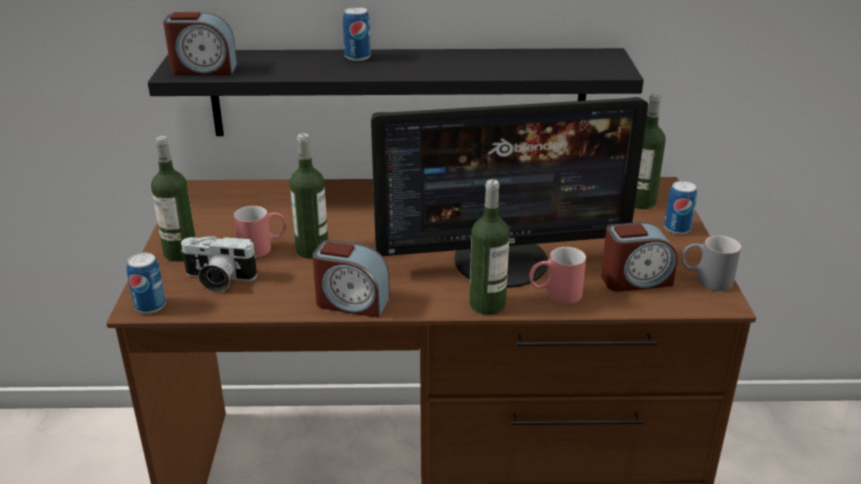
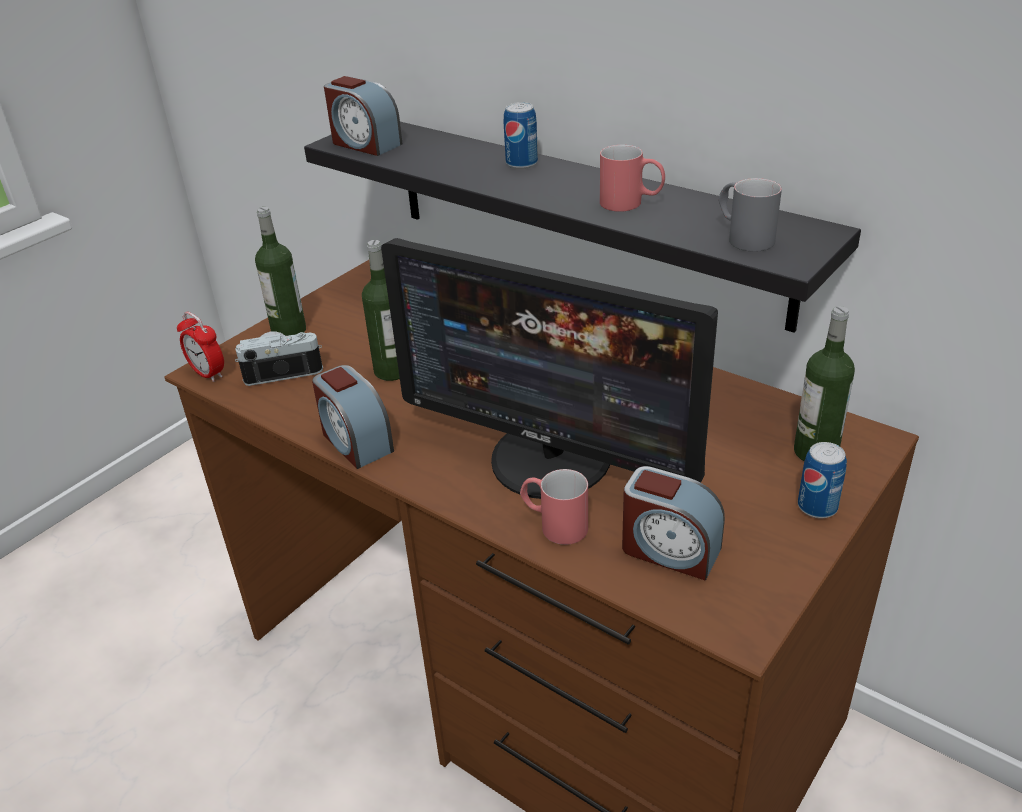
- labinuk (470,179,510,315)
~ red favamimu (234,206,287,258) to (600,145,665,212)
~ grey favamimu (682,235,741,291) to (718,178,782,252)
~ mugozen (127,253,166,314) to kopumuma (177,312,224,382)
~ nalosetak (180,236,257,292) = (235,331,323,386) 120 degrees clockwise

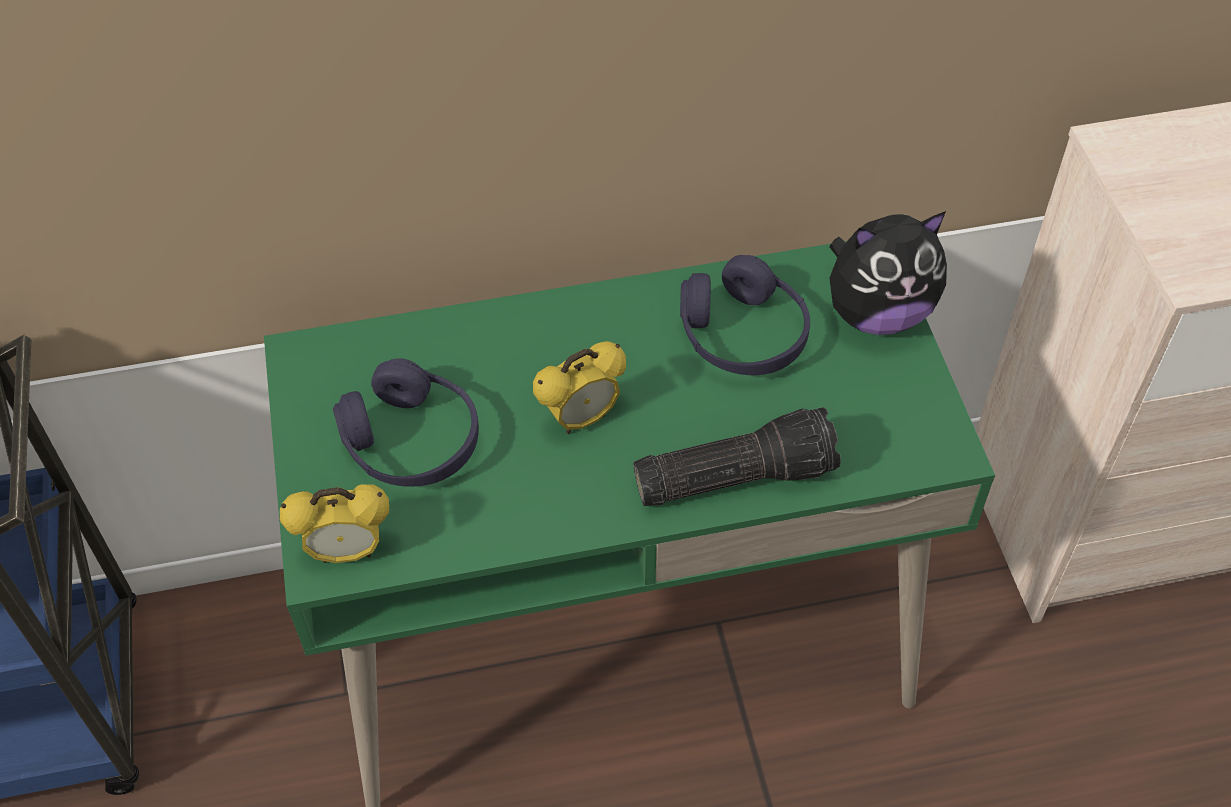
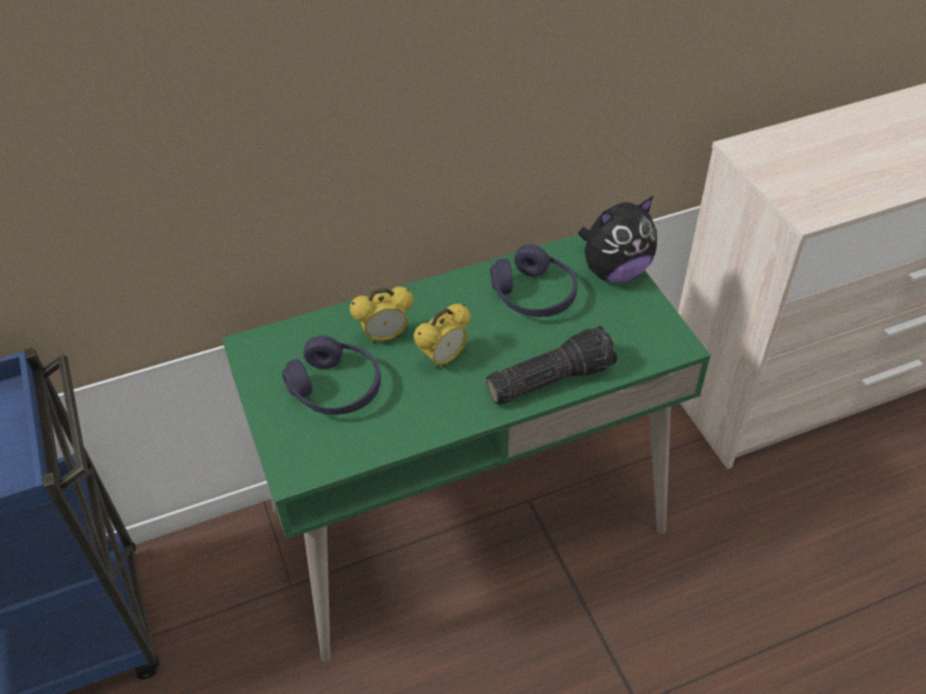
~ kopumuma (280,484,389,563) to (350,287,414,344)

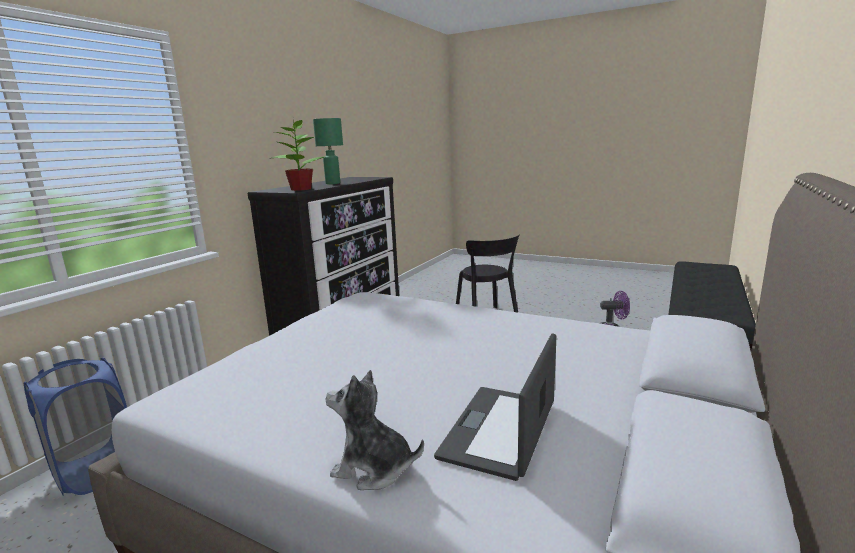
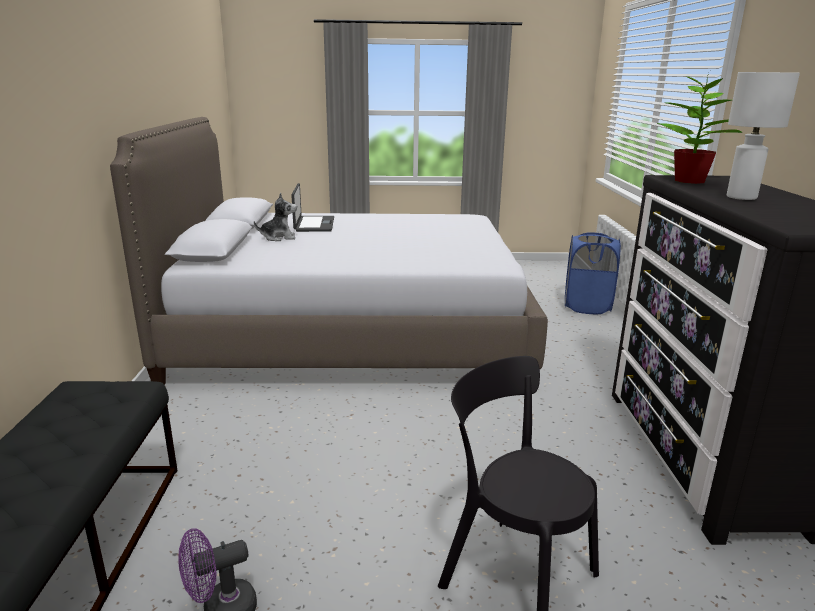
~ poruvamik (326,370,424,490) to (254,193,297,241)
~ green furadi (313,118,343,184) to white furadi (727,72,800,200)

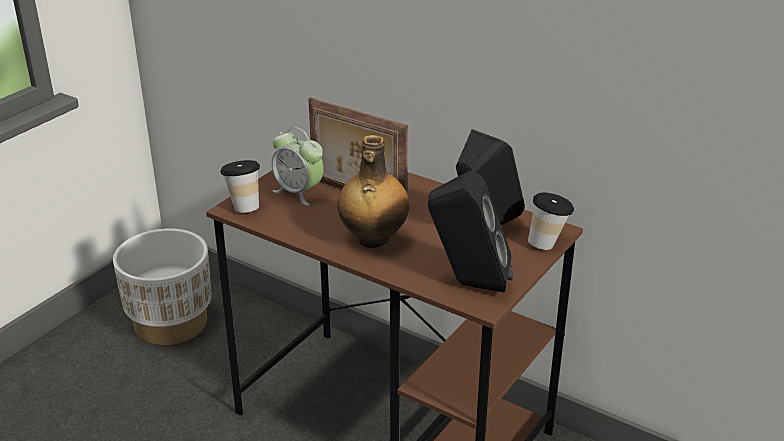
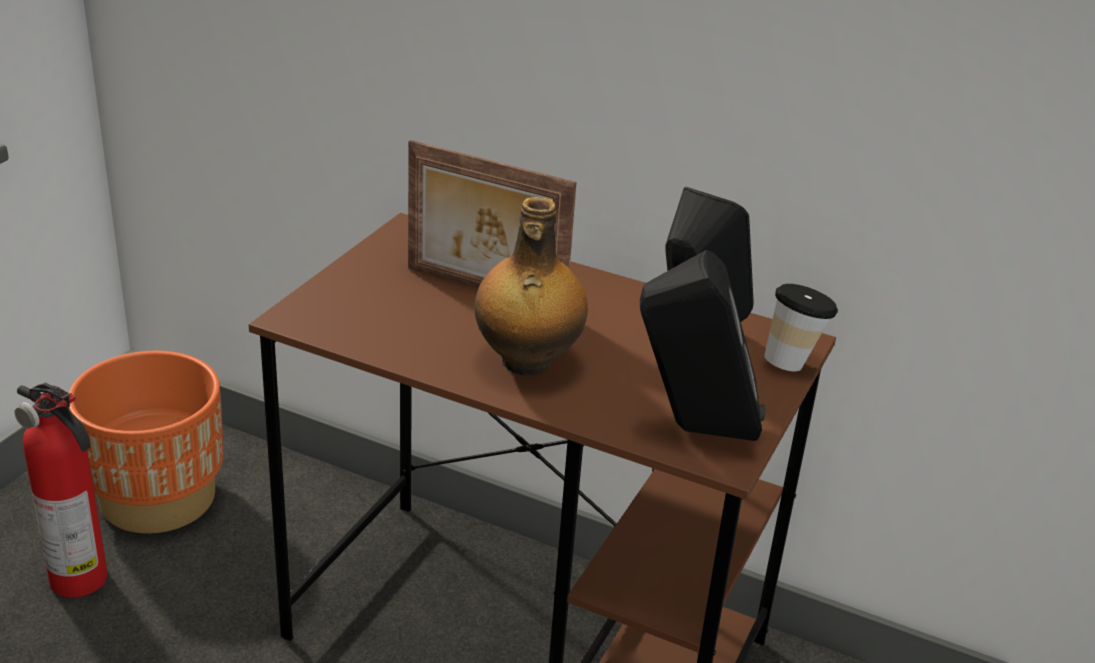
- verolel (220,160,260,213)
- kopumuma (272,127,324,206)
+ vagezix (15,383,108,598)
~ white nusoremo (113,229,212,345) to orange nusoremo (69,351,223,534)

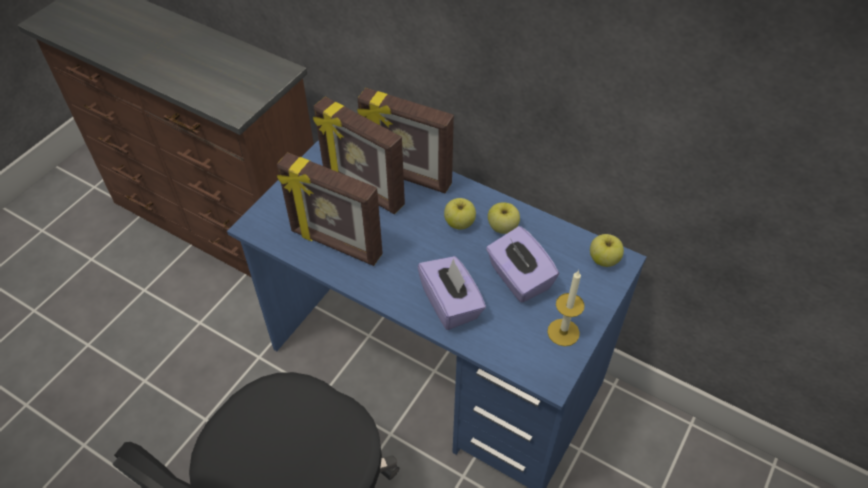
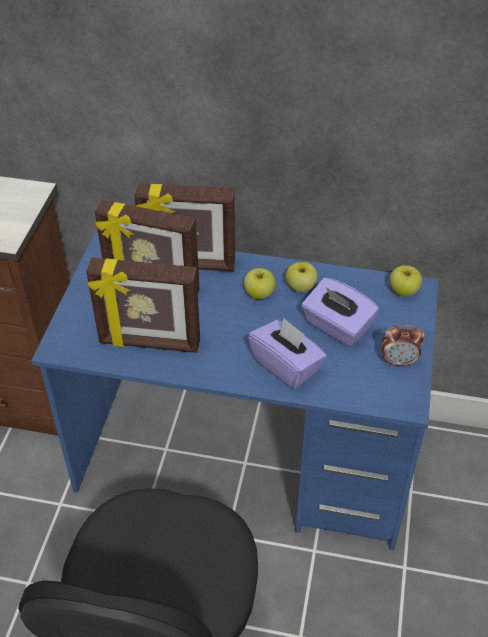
~ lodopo (547,270,585,346) to kopumuma (382,325,425,366)

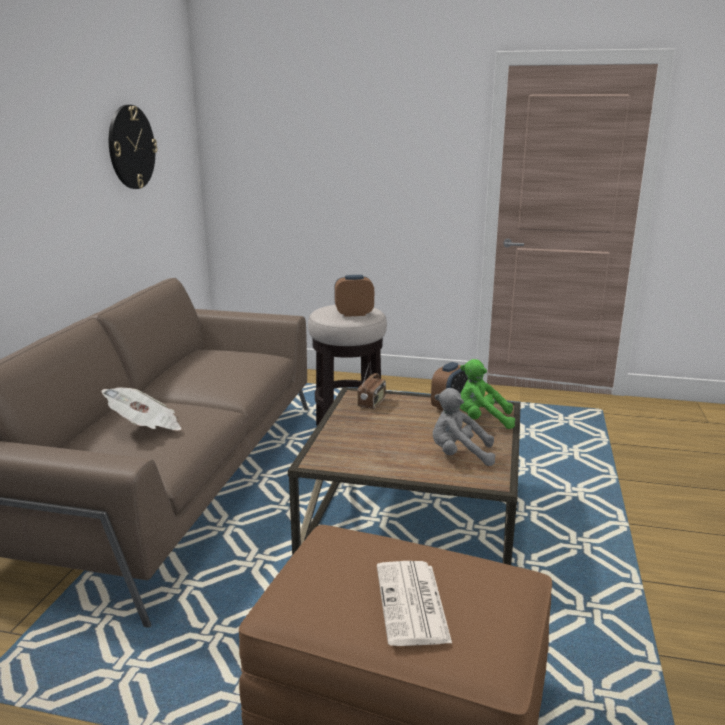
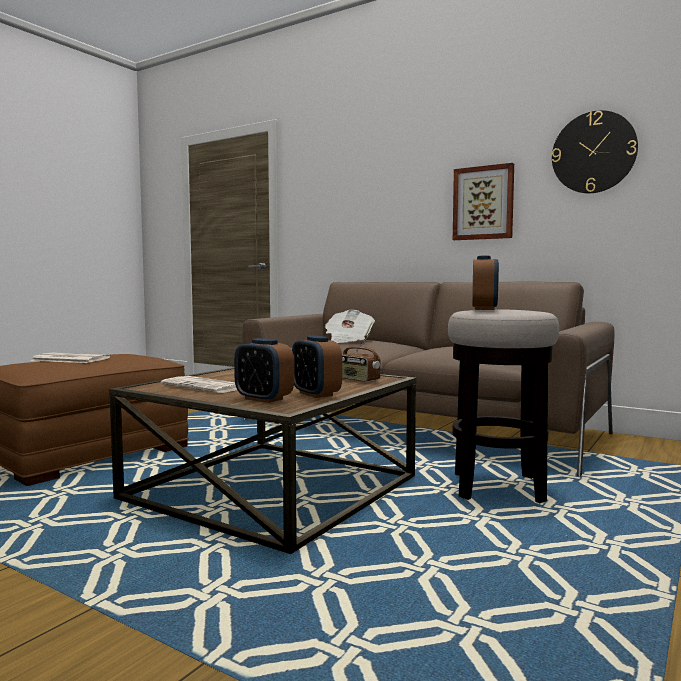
+ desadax (453,163,514,240)
~ grey poruvamik (433,388,495,466) to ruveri (161,376,237,393)
~ green poruvamik (460,359,515,429) to kopumuma (234,338,294,403)

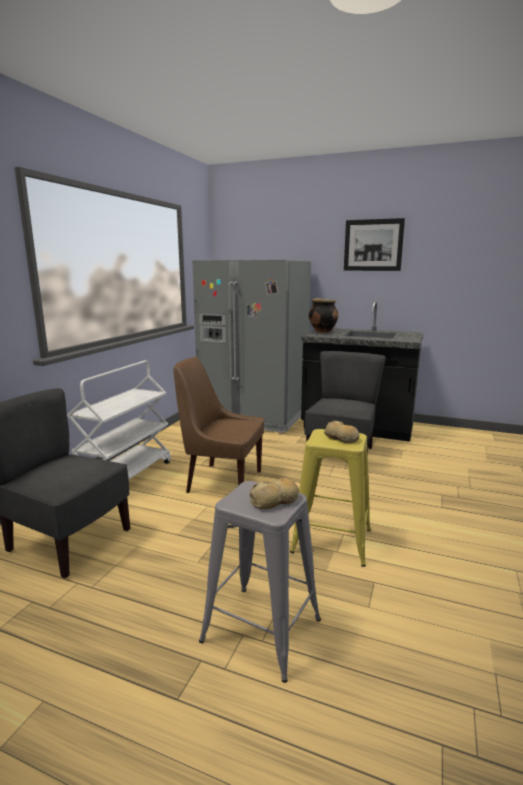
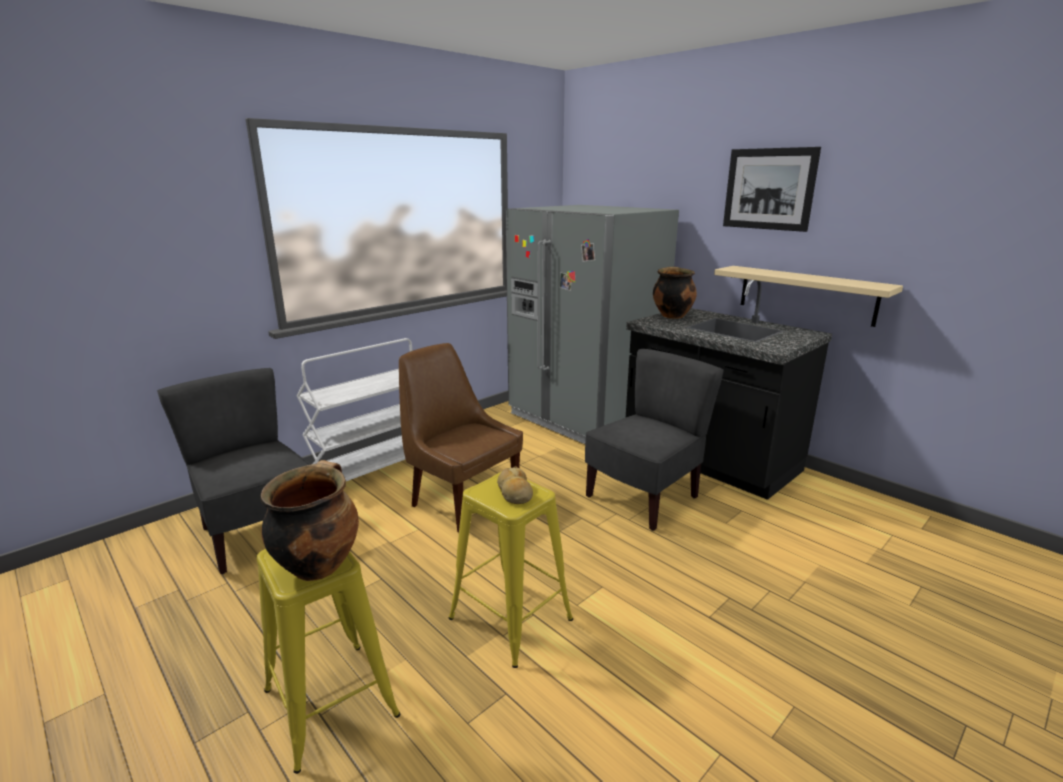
+ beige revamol (714,266,903,327)
~ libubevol (250,478,299,509) to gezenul (260,460,359,581)
~ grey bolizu (199,481,321,683) to yellow bolizu (257,549,400,774)

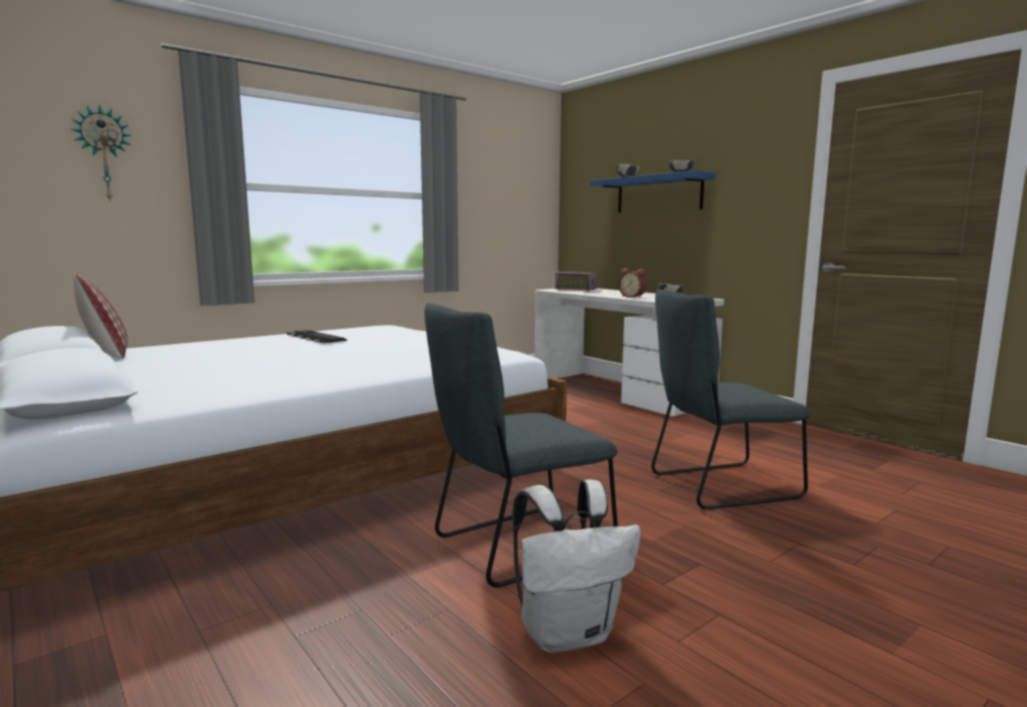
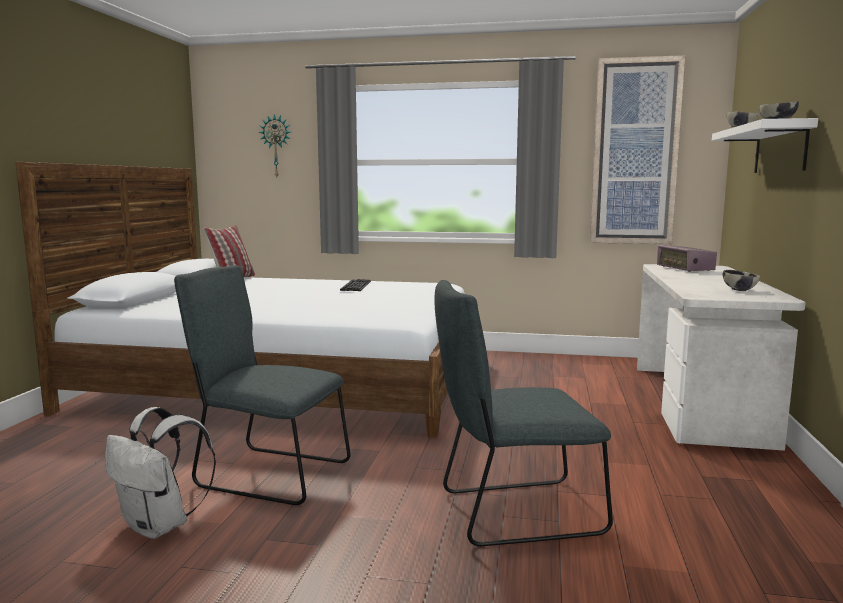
- kopumuma (619,268,647,298)
+ desadax (590,55,685,244)
~ blue revamol (590,170,716,213) to white revamol (712,118,818,173)
~ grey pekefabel (651,289,811,509) = (434,280,613,546) 45 degrees counterclockwise

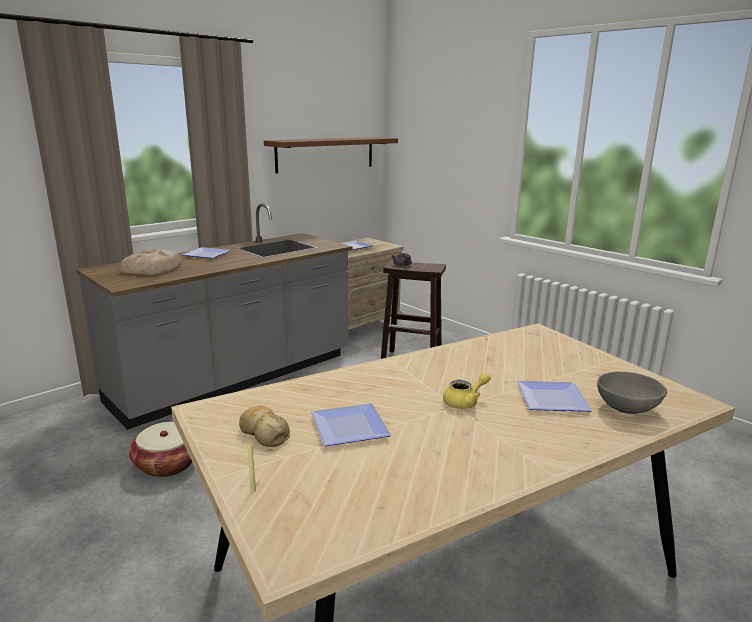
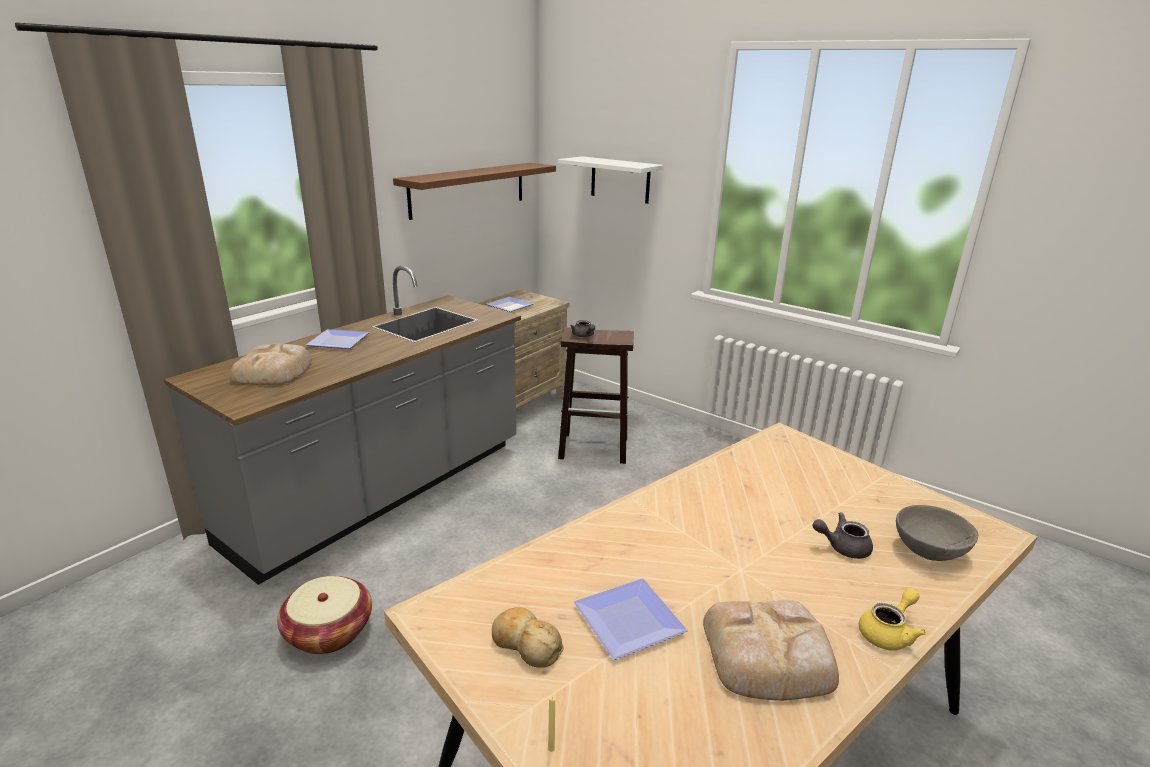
+ white revamol (558,156,664,204)
+ libubevol (703,600,839,701)
~ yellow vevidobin (443,372,491,409) to (859,588,926,651)
~ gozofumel (517,381,593,412) to grey vevidobin (813,512,873,559)

